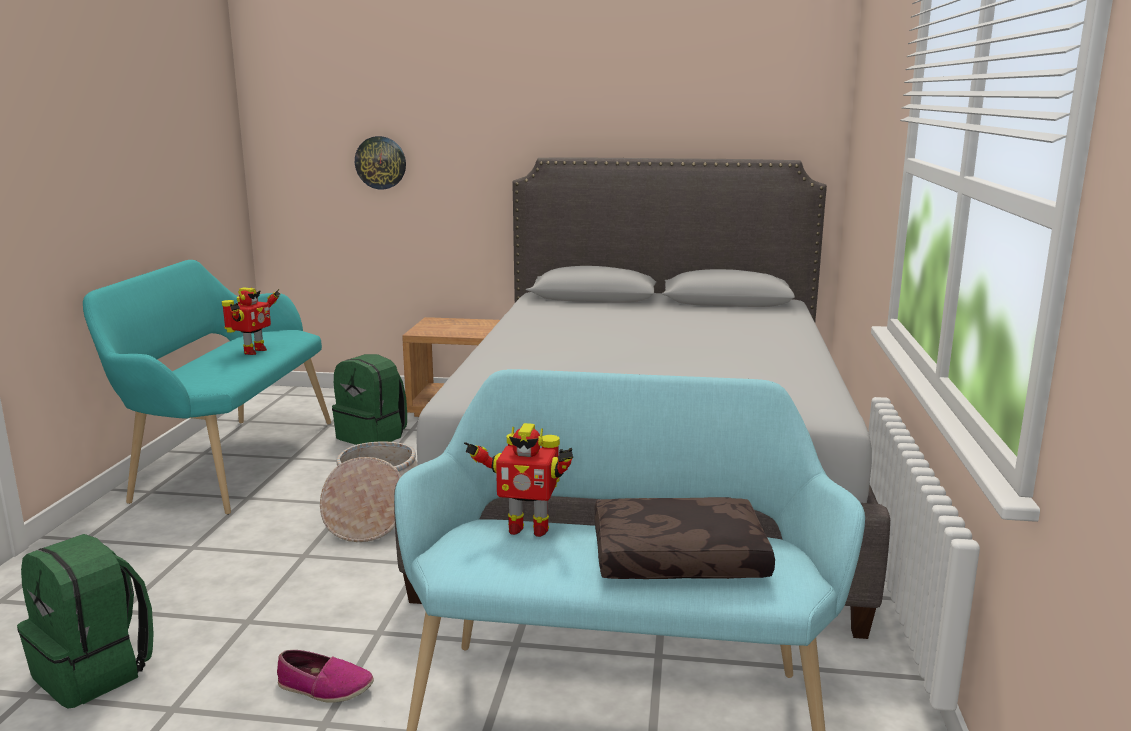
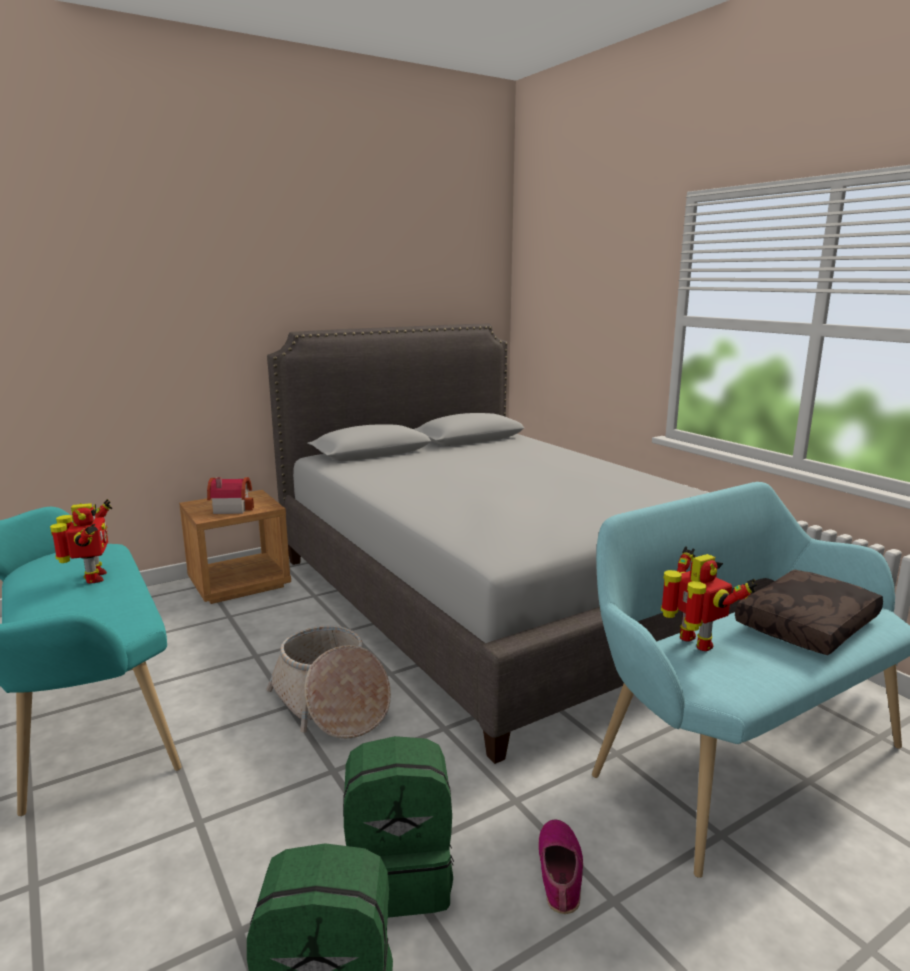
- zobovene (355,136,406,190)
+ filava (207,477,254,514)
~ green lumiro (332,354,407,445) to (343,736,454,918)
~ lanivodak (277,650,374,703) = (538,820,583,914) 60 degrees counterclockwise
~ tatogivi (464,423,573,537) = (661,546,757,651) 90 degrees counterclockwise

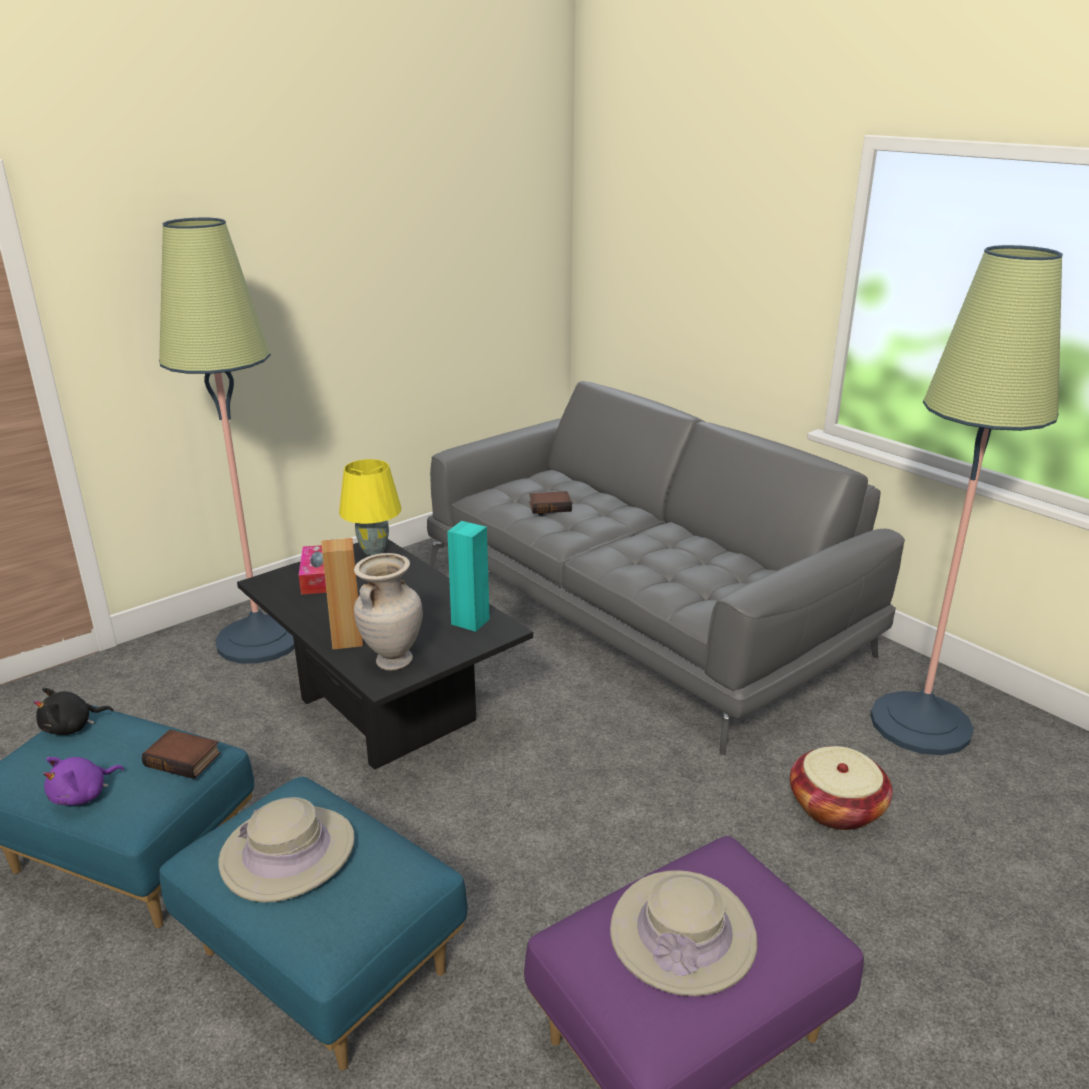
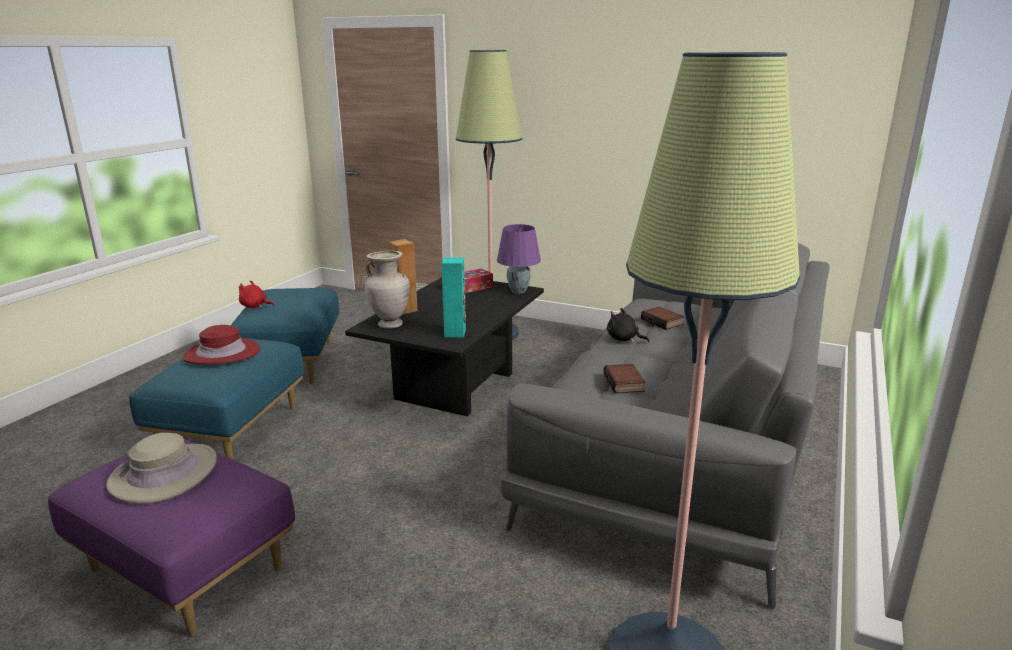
- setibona (790,746,893,830)
~ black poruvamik (33,688,113,735) to (607,308,649,343)
~ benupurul (142,729,220,779) to (603,364,645,394)
~ purple poruvamik (43,757,124,805) to red poruvamik (239,280,275,308)
~ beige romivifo (218,797,355,903) to red romivifo (183,325,260,365)
~ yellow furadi (339,459,401,556) to purple furadi (497,224,541,294)

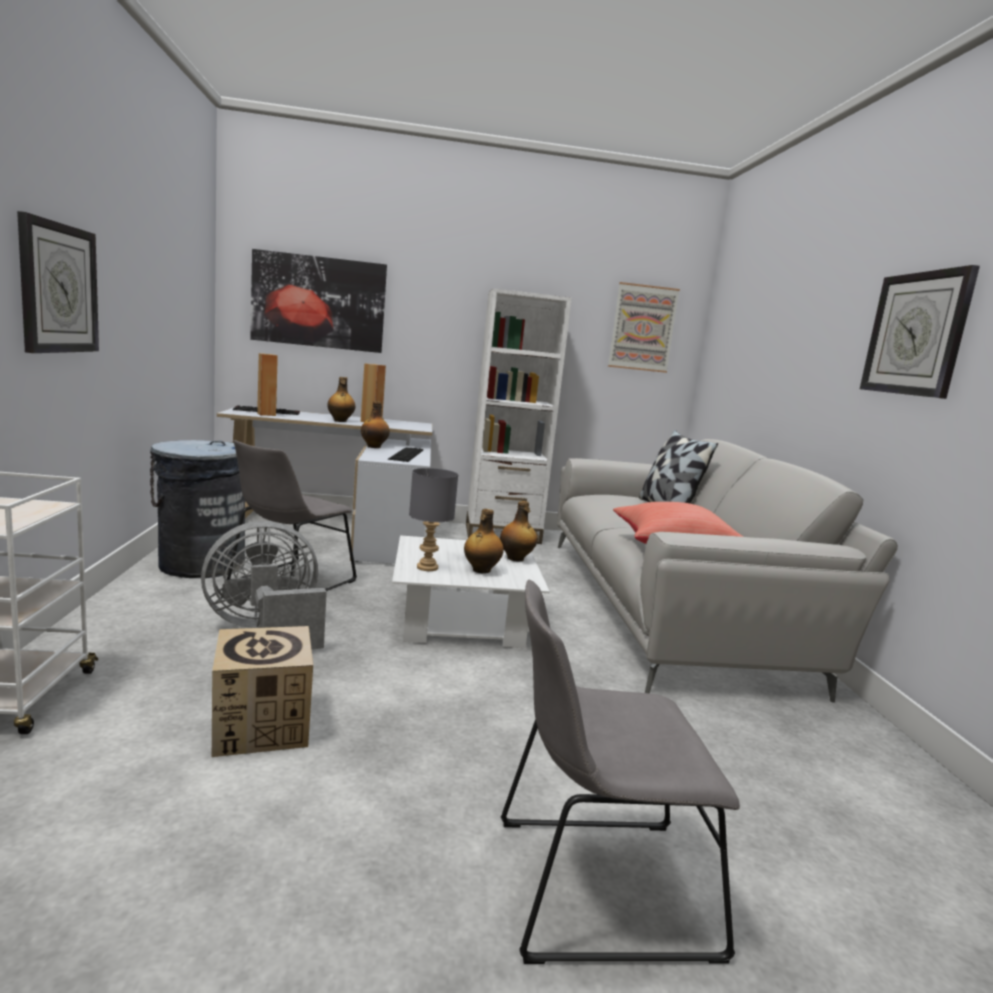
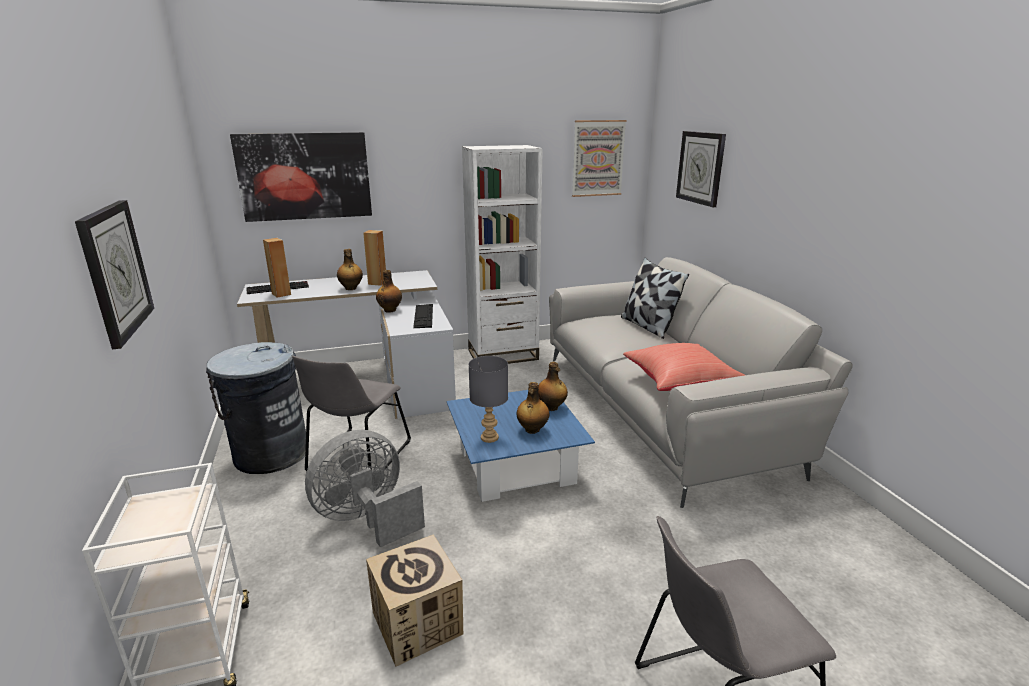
~ zobovene (860,265,980,399) to (676,131,726,207)
~ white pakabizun (392,535,550,648) to blue pakabizun (447,390,595,502)

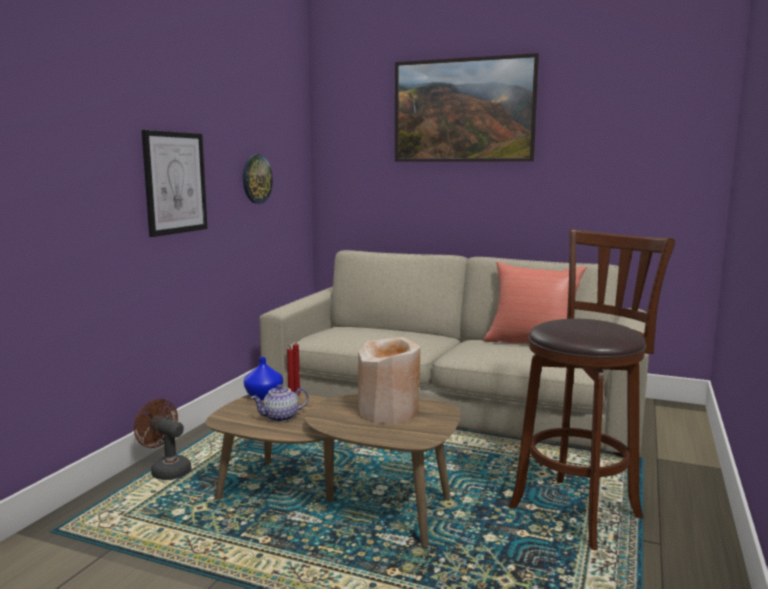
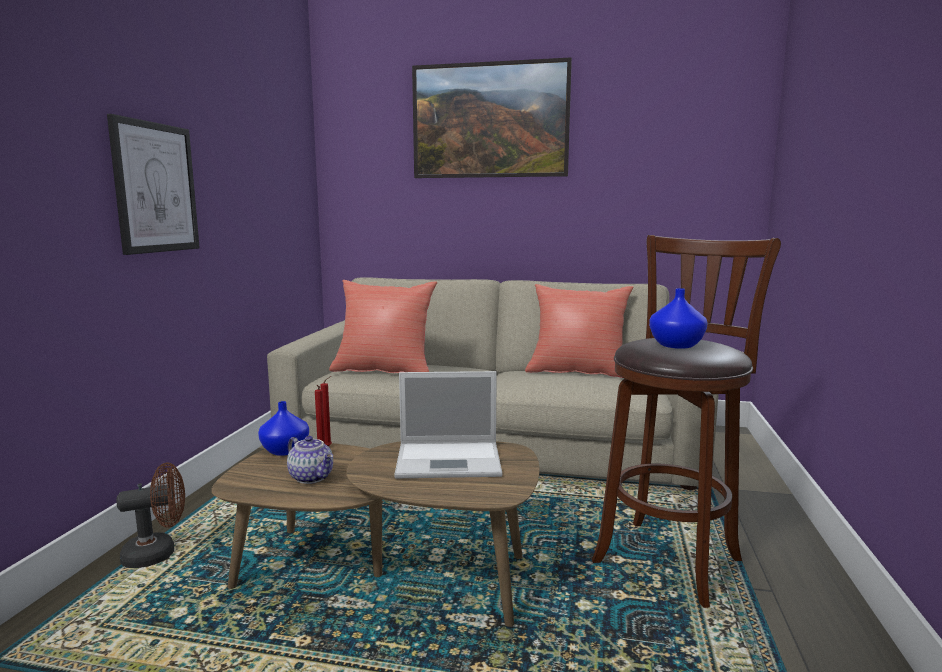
- zobovene (243,154,273,204)
+ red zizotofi (329,280,437,373)
+ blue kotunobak (649,288,708,349)
~ beige kotunobak (358,337,421,424) to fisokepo (394,371,502,479)
~ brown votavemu (134,399,192,480) = (117,463,185,568) 135 degrees clockwise
~ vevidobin (251,384,309,422) = (287,436,333,484) 105 degrees counterclockwise

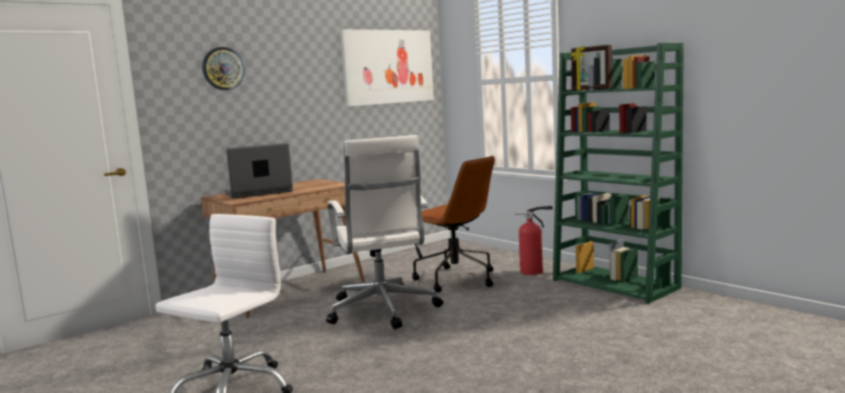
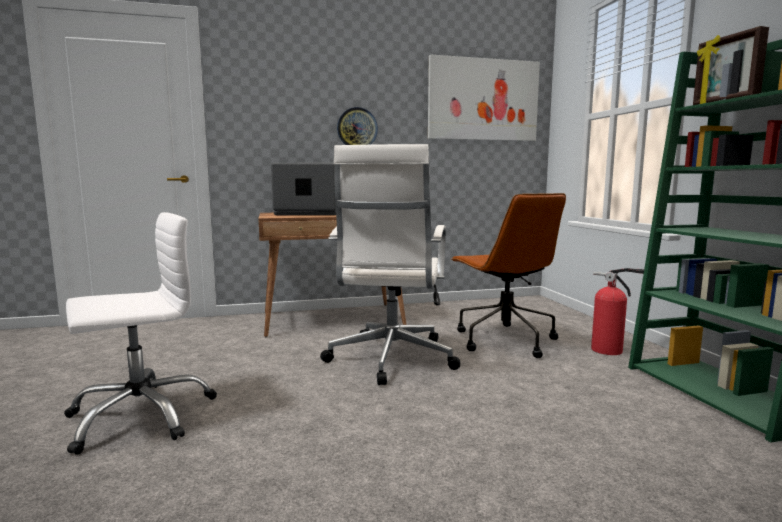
~ zobovene (202,47,245,90) to (337,107,378,145)

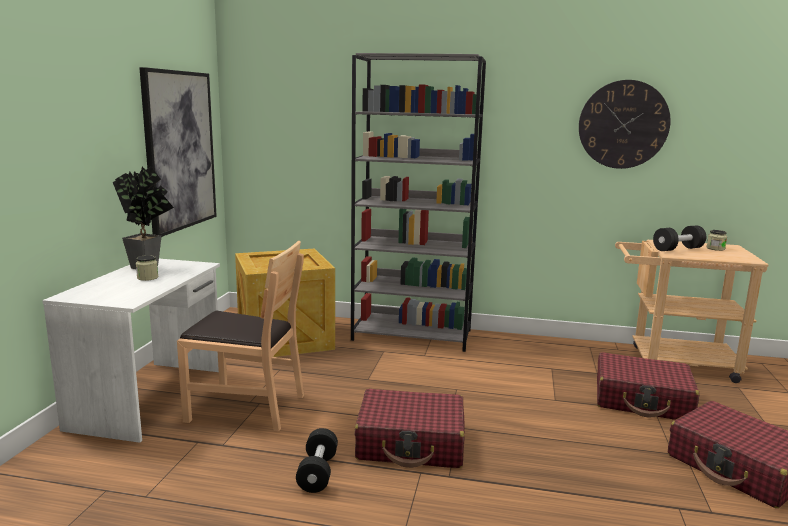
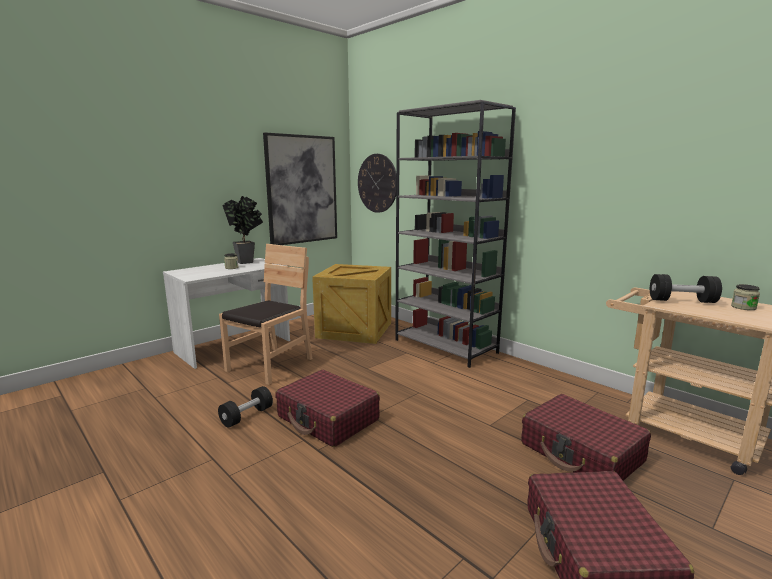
~ zobovene (579,80,671,169) to (358,154,396,213)
~ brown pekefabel (177,241,304,431) = (219,244,312,385) 105 degrees counterclockwise

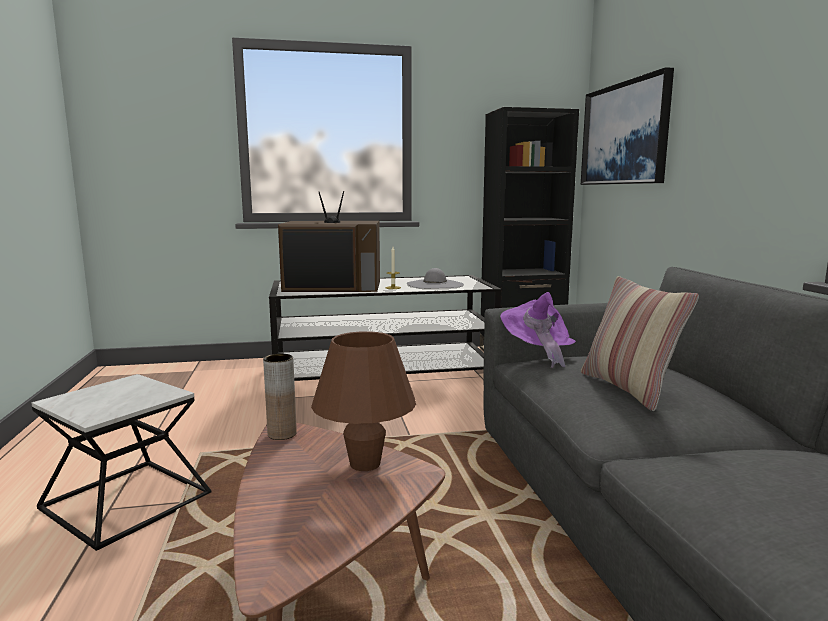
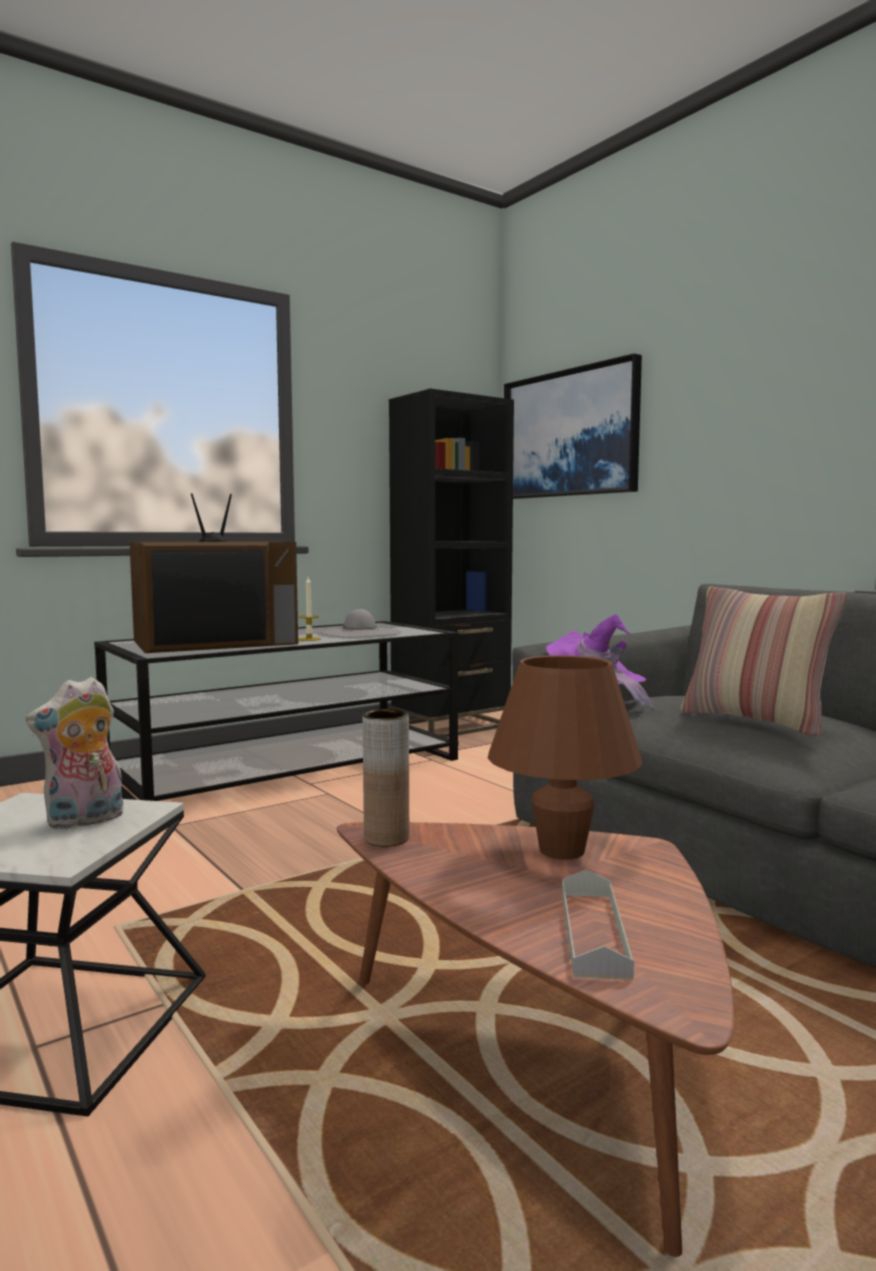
+ poruvamik (26,677,123,830)
+ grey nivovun (562,869,634,980)

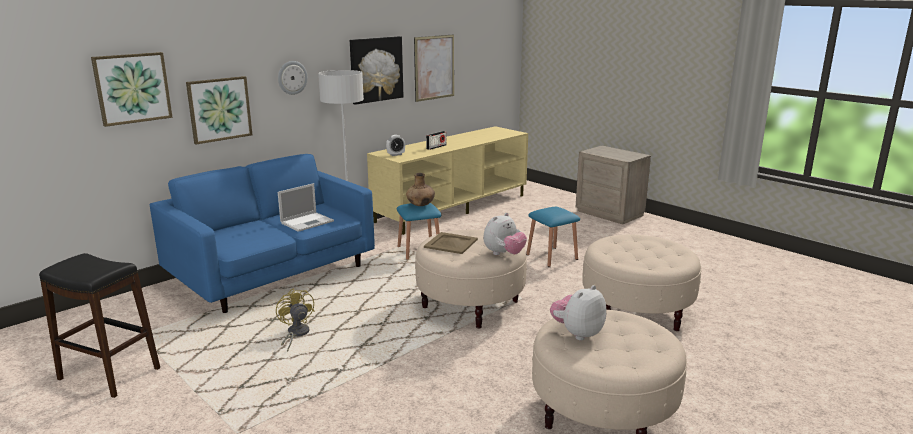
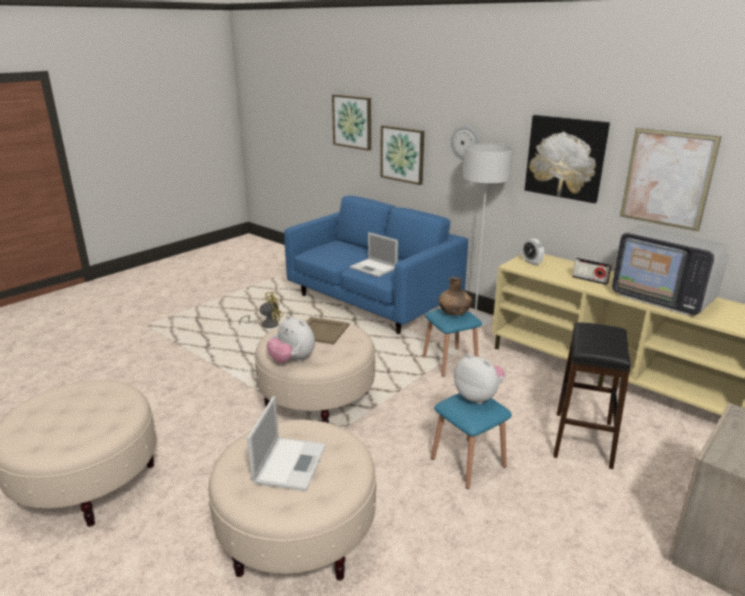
+ fisokepo (247,396,326,491)
+ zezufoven (612,226,728,316)
~ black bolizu (39,253,160,398) to (553,322,631,469)
~ poruvamik (550,285,606,340) to (454,353,505,404)

